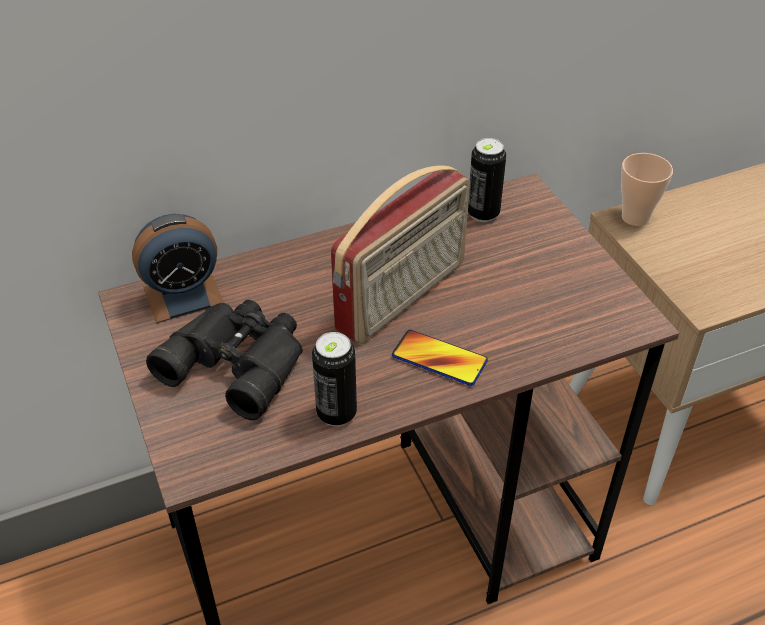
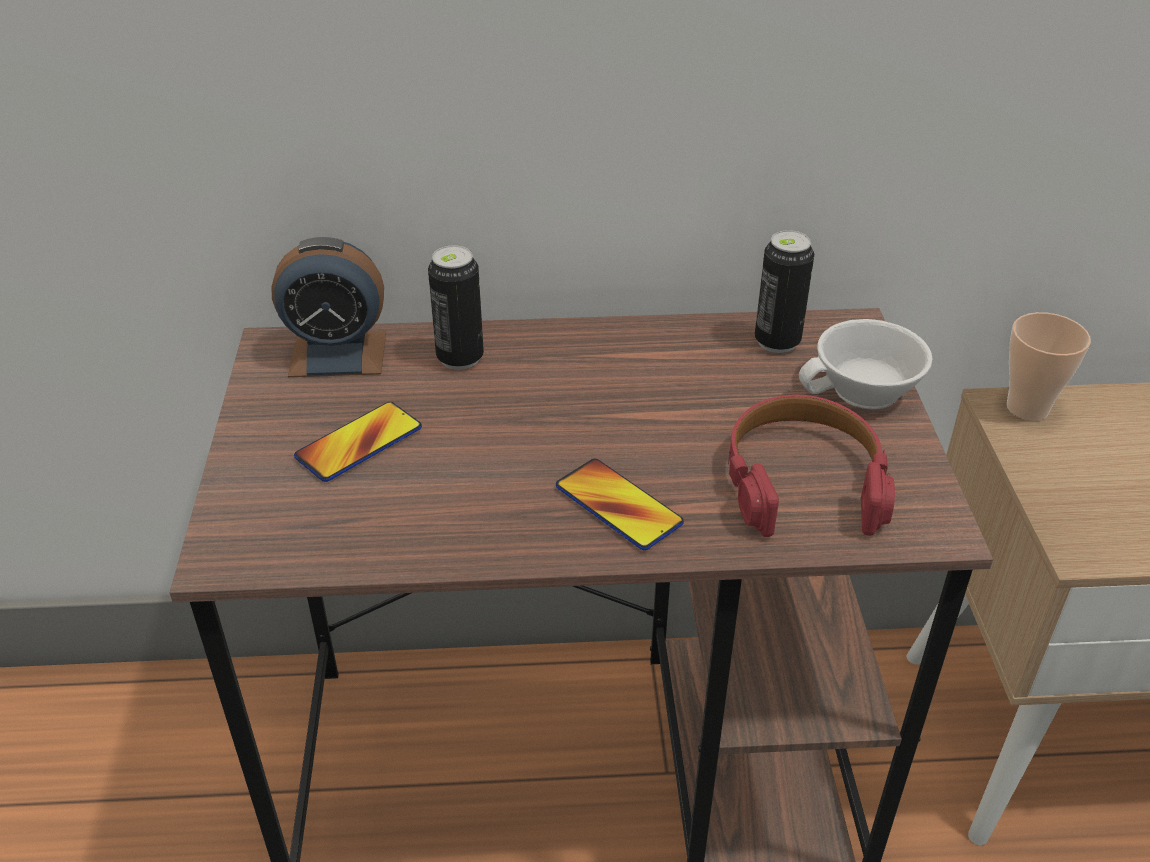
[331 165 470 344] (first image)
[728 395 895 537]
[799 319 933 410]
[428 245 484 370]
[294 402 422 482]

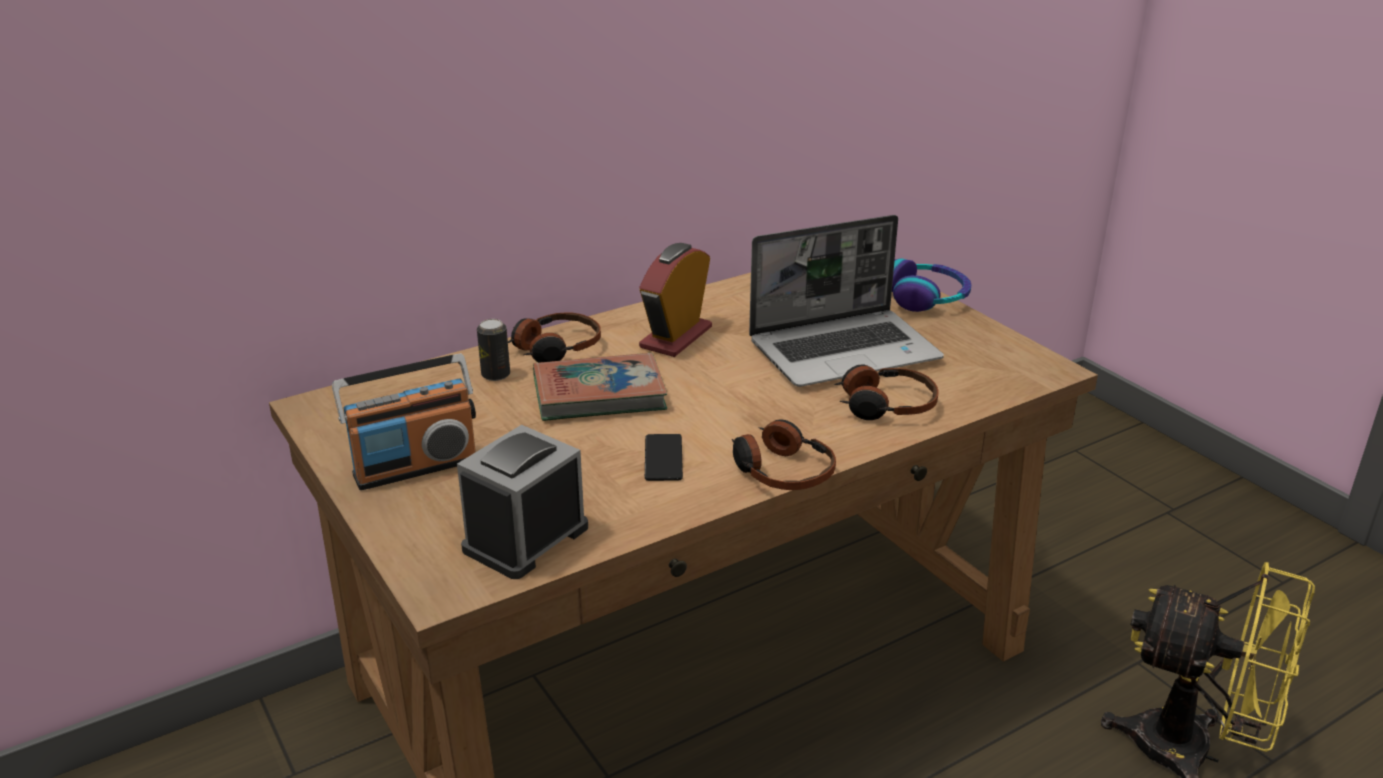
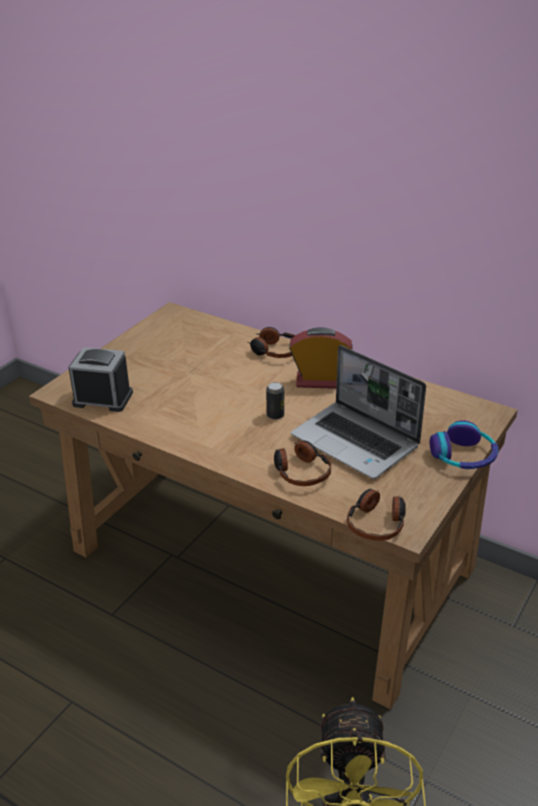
[332 353 476 490] (first image)
[533 353 667 421] (first image)
[645 434 683 481] (first image)
[266 382 284 420]
[347 489 406 541]

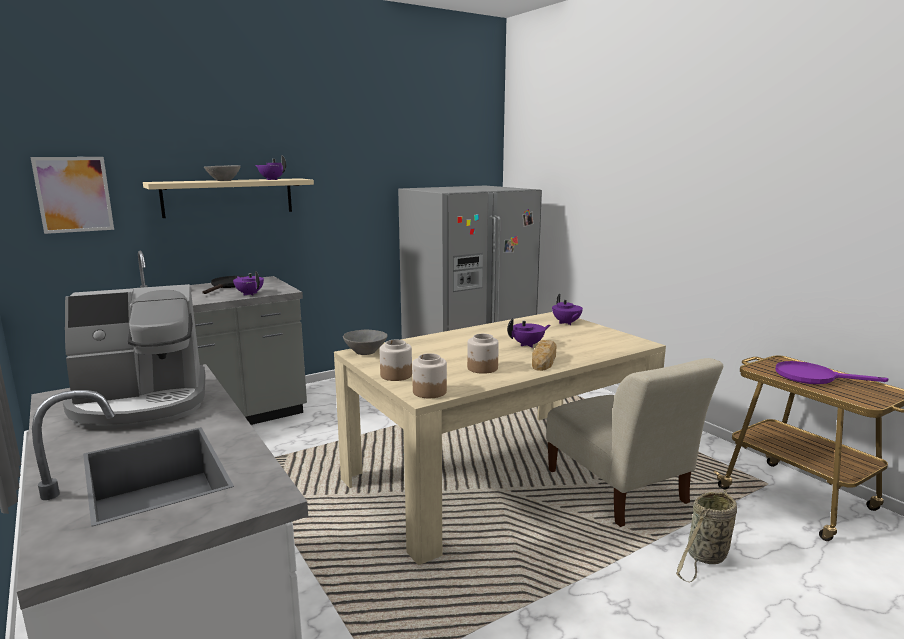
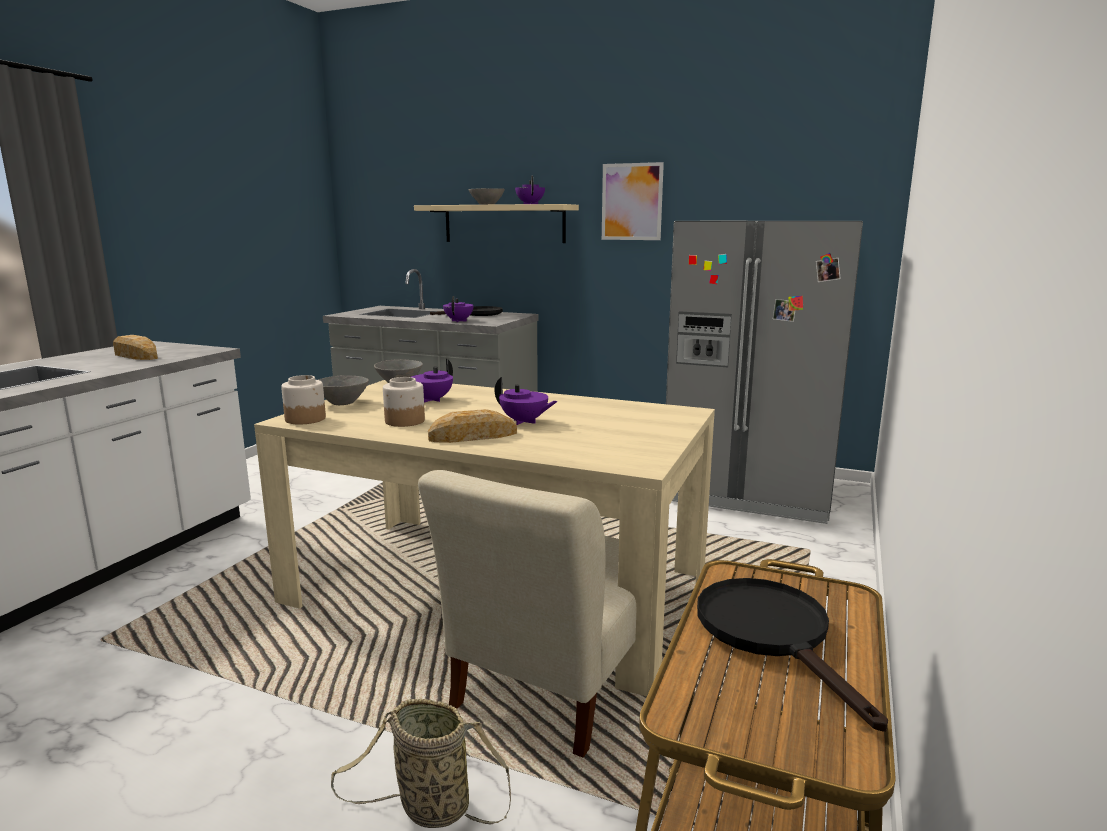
[602 162 664 240]
[411 359 453 403]
[113 335 158 360]
[318 375 369 405]
[697 578 888 732]

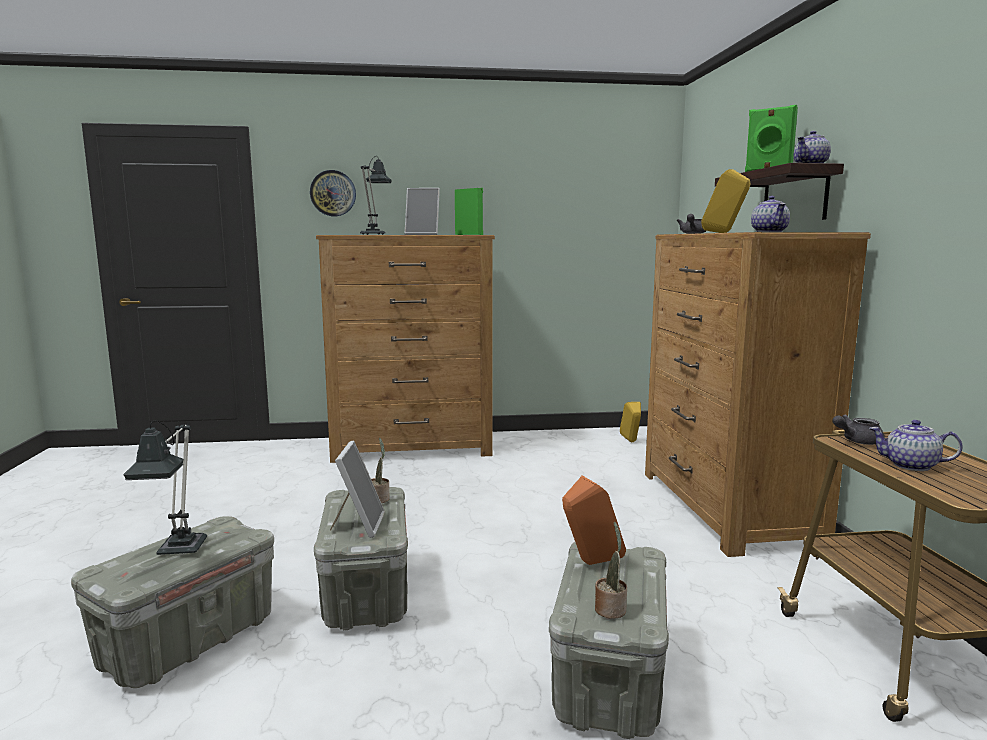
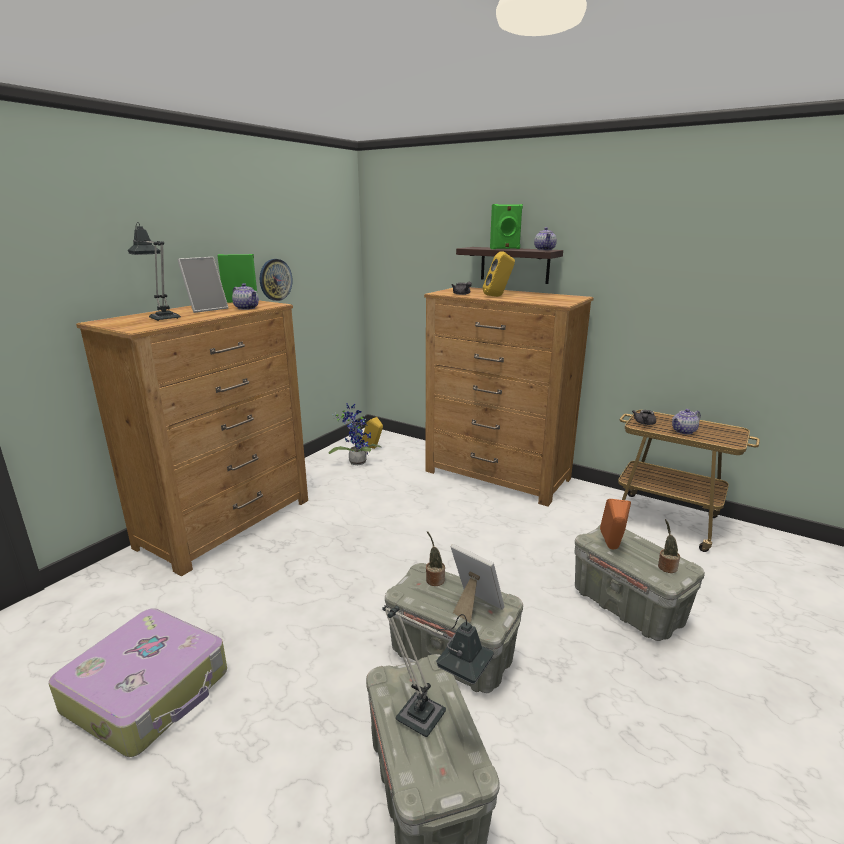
[49 608 227 757]
[329 404 381 465]
[260 259 293 301]
[232 283 259 310]

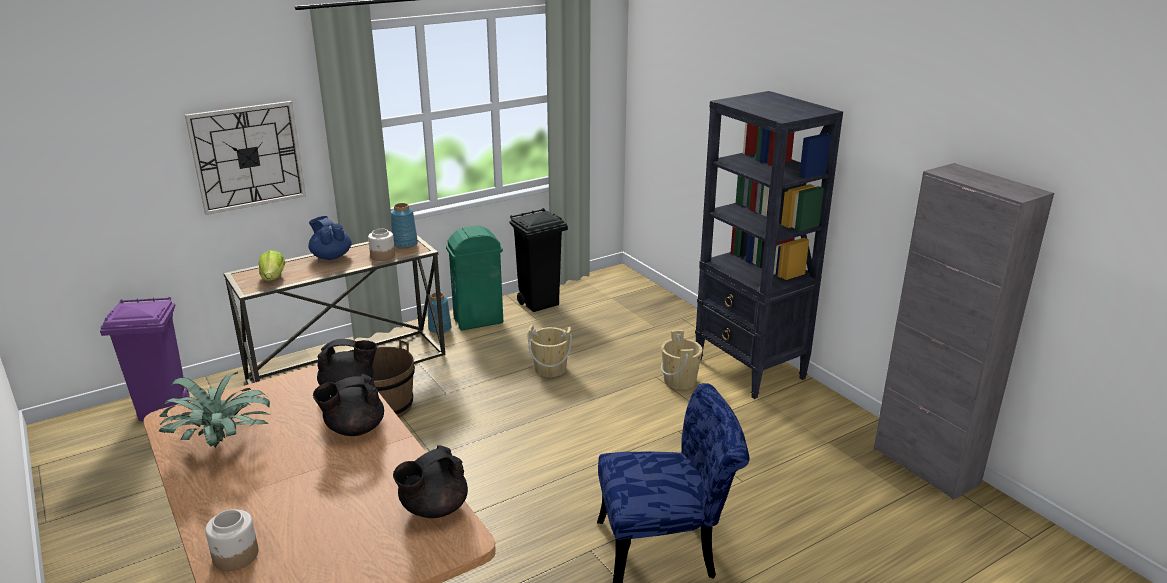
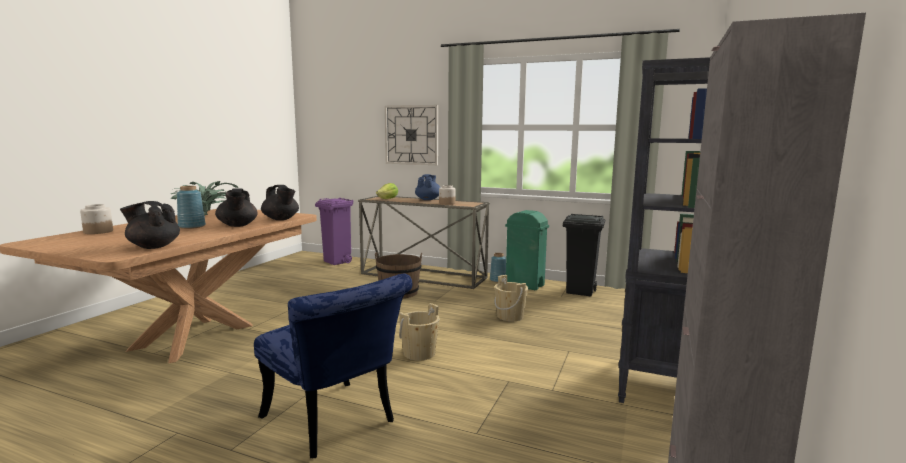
[177 186 206 229]
[399 303 440 361]
[215 188 257 227]

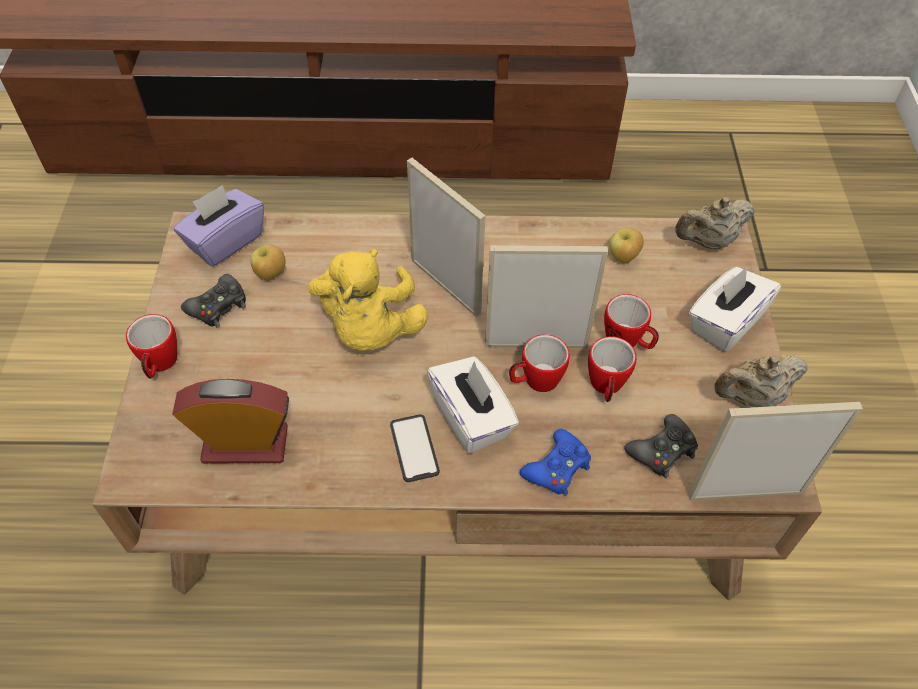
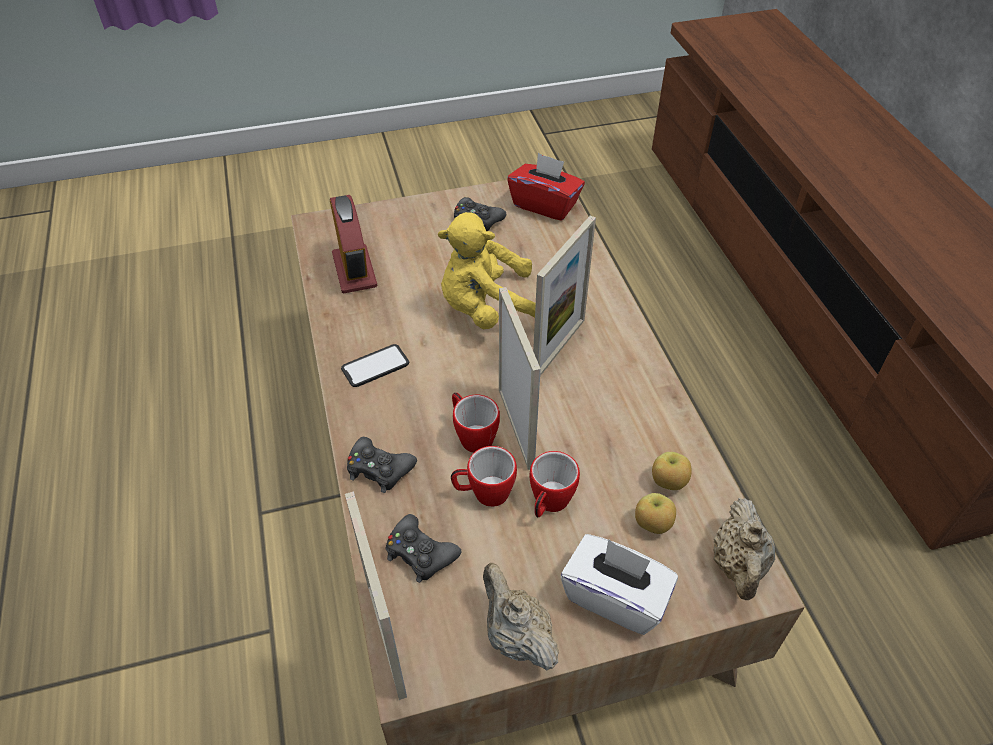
[126 314 177 379] (first image)
[427 356 519 454] (first image)
[635 493 676 534]
[507 153 585 221]
[347 437 417 493]
[713 498 775 600]

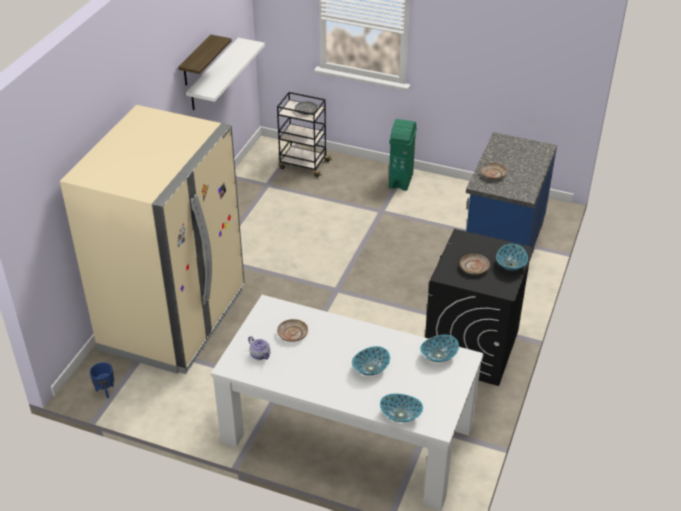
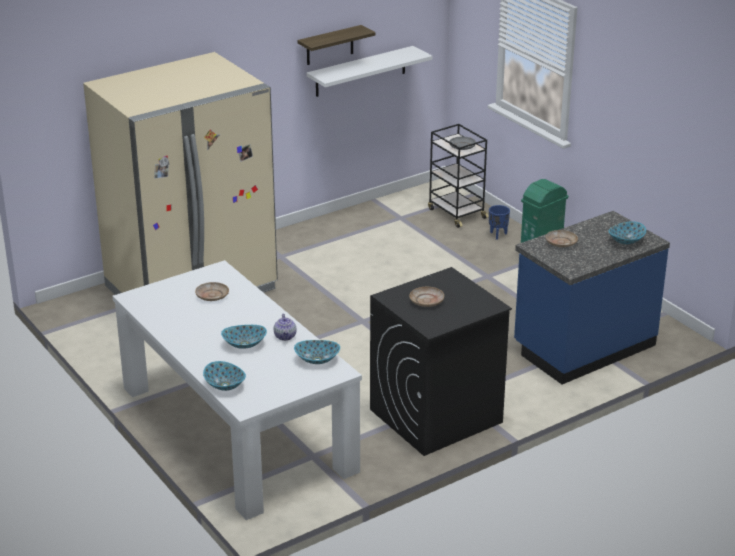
[489 205 510 240]
[274 314 296 341]
[609 221 646 245]

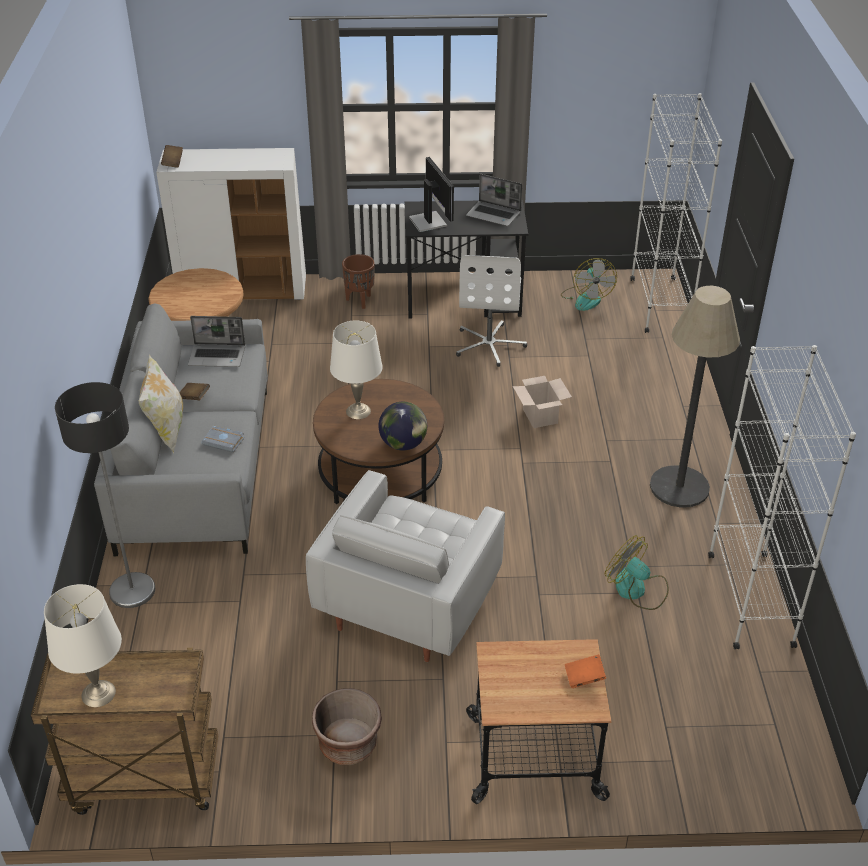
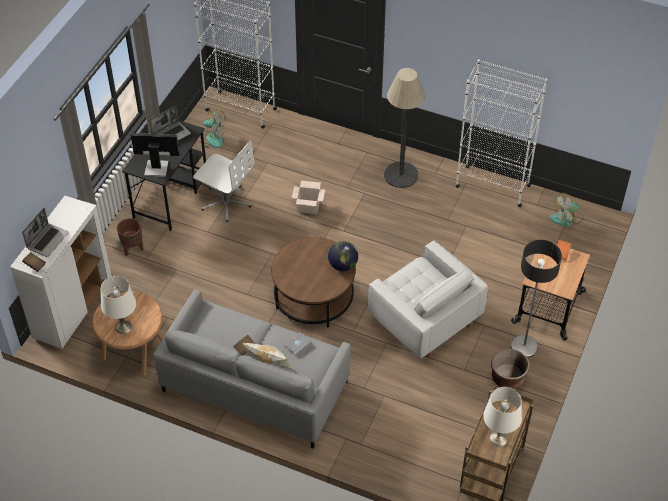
[511 240 562 358]
[22 208 69 257]
[101 276 136 334]
[550 193 583 226]

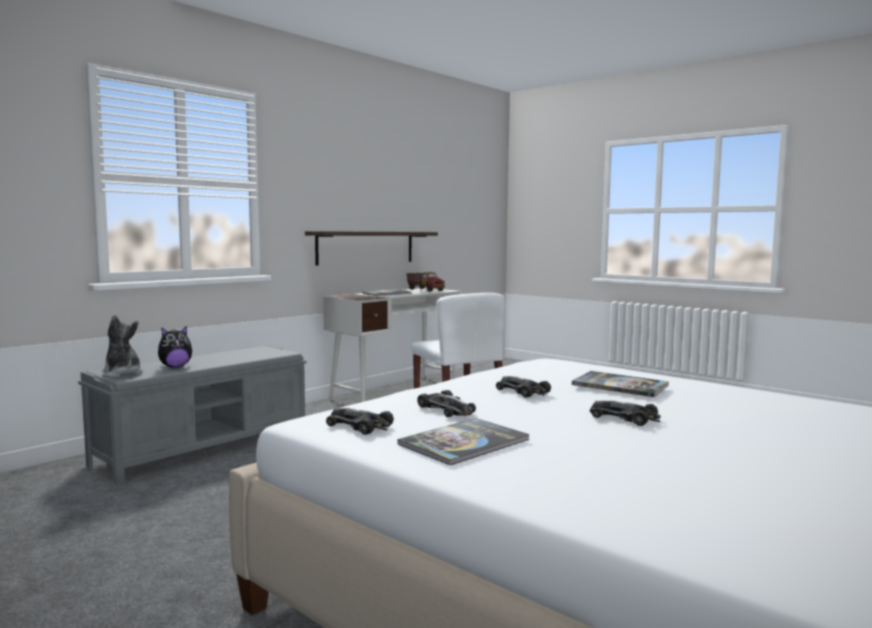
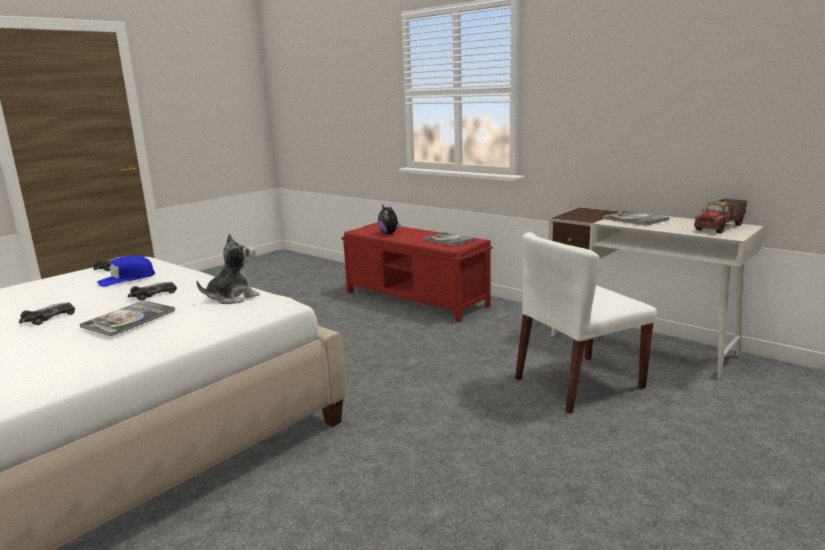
[305 231 438 266] (first image)
[197 234 260 304]
[424 233 475 246]
[97 256 155 287]
[341 223 492 322]

